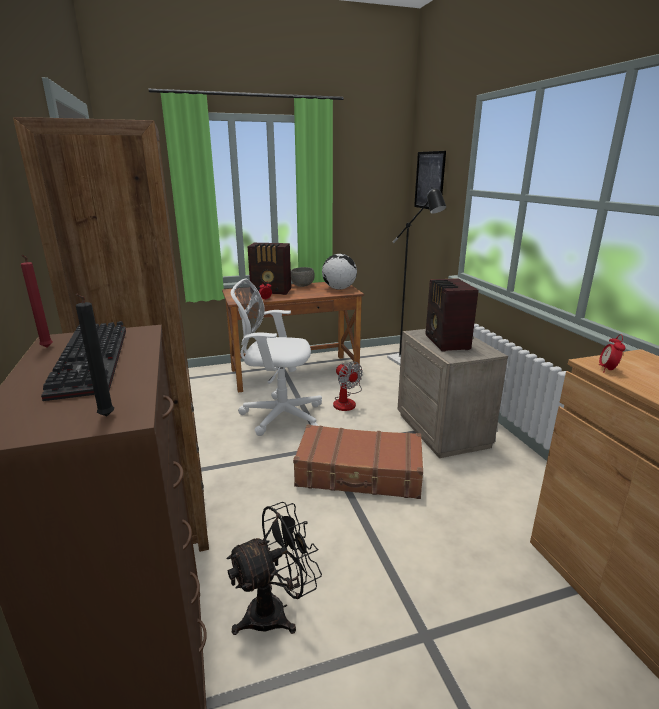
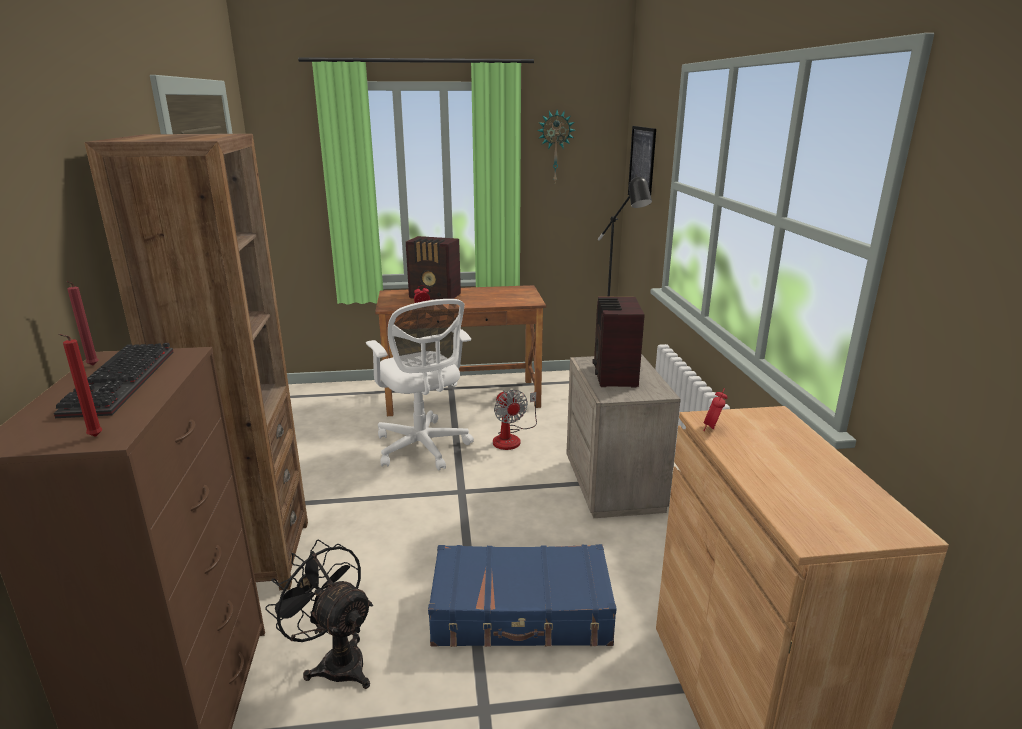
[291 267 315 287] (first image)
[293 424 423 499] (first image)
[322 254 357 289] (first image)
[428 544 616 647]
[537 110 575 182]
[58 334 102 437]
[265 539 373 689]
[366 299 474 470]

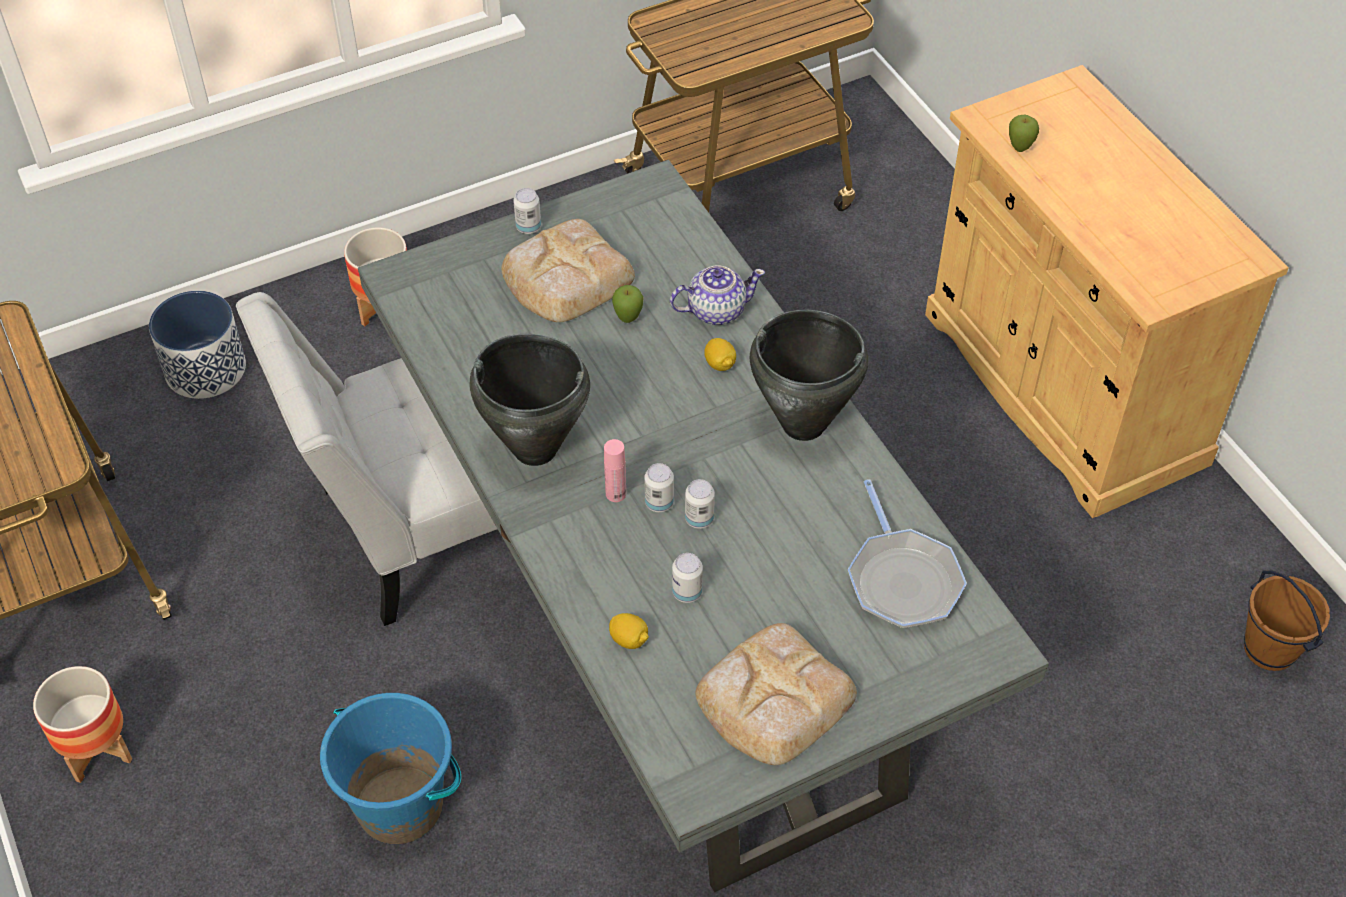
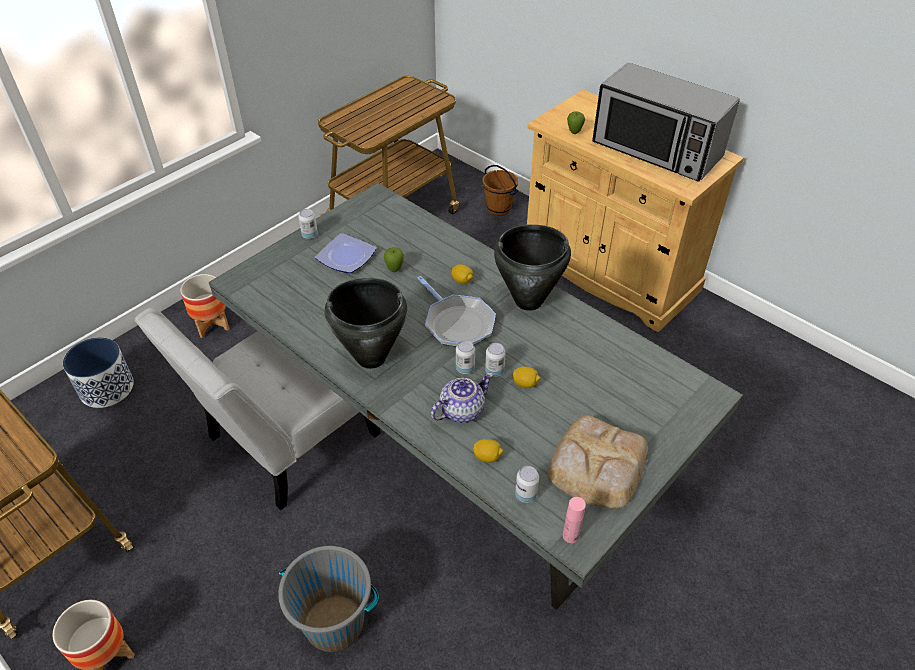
[512 367 541 388]
[592 63 740 182]
[563 497 586 543]
[431 372 493 423]
[515 466 539 503]
[418 276 496 347]
[482 165 518 216]
[315 233 377 273]
[278 546 379 652]

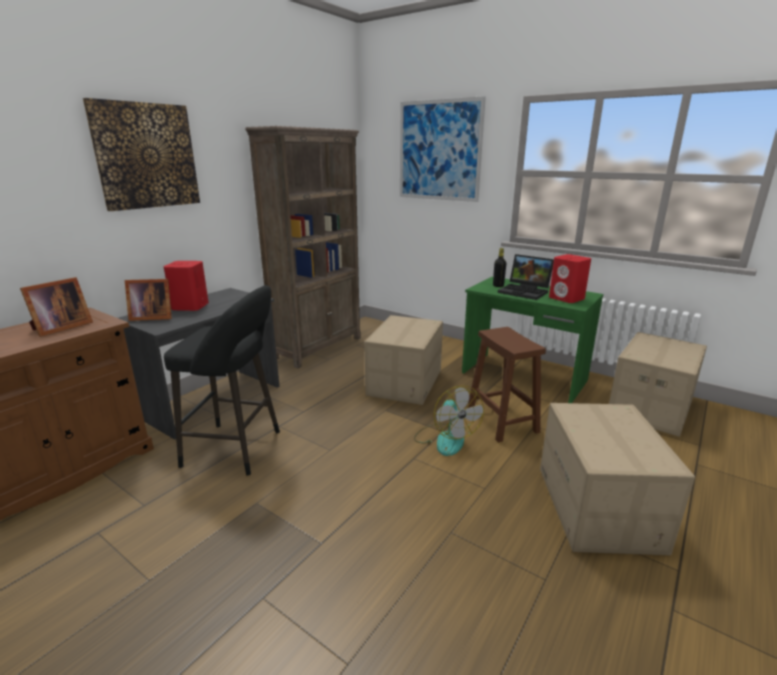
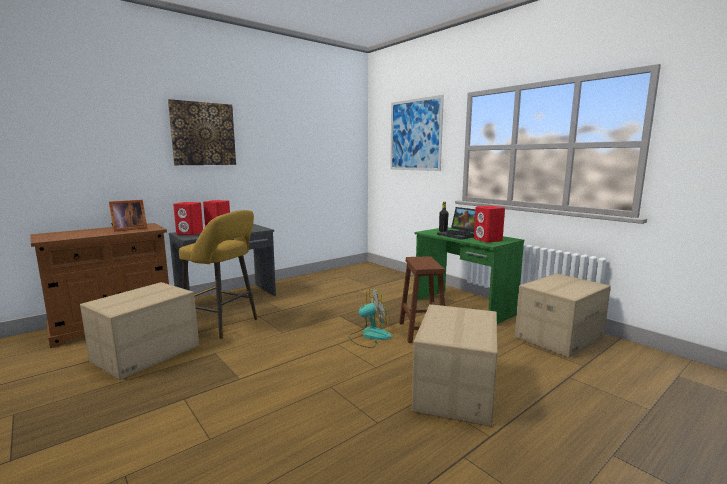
[245 126 361 368] (first image)
[80 282 199 380]
[173 202 203 235]
[179 210 257 339]
[349 288 392 348]

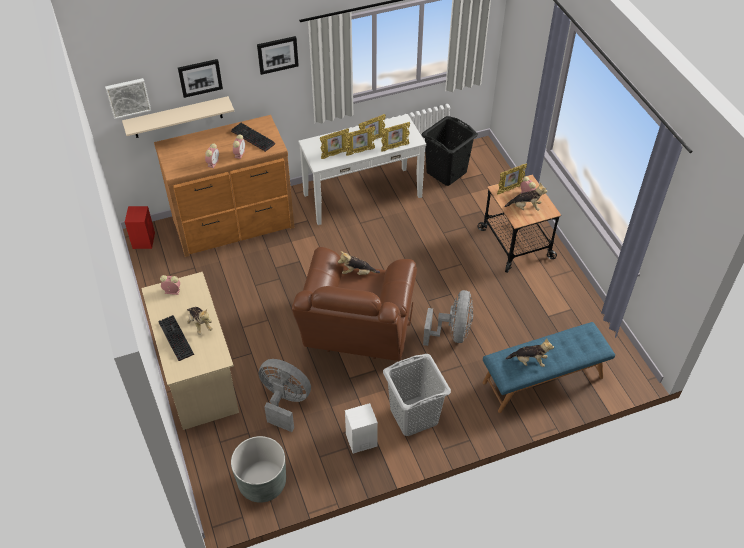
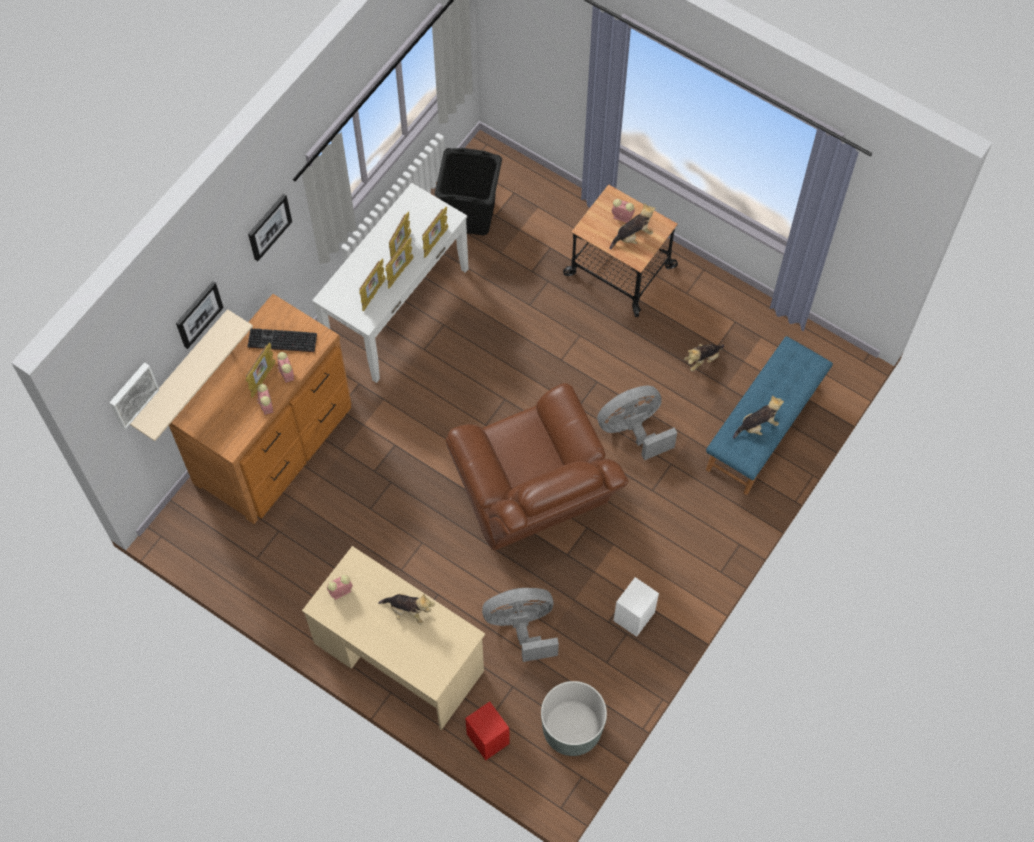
[159 315 194 361] (first image)
[383 354 451 436] (first image)
[465 701 510 760]
[684 344 724 371]
[246 342 276 398]
[597 386 677 460]

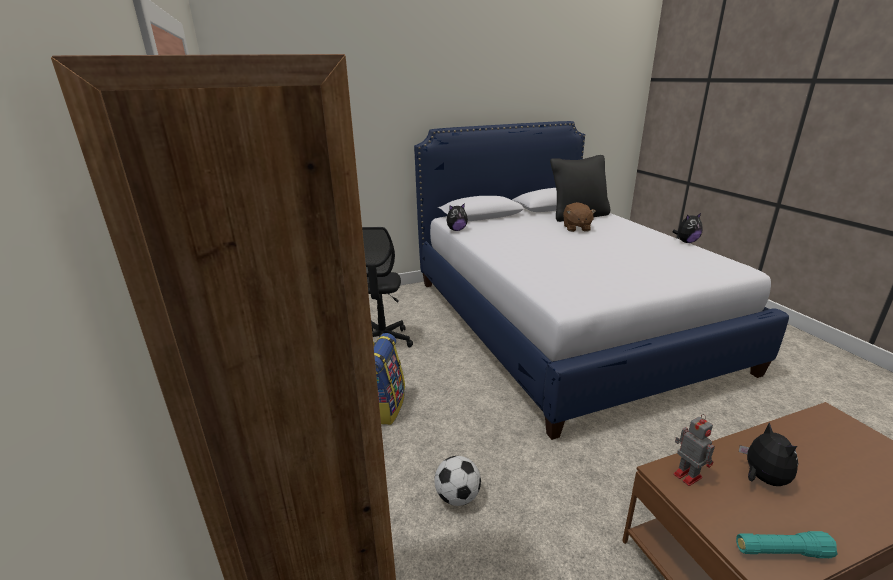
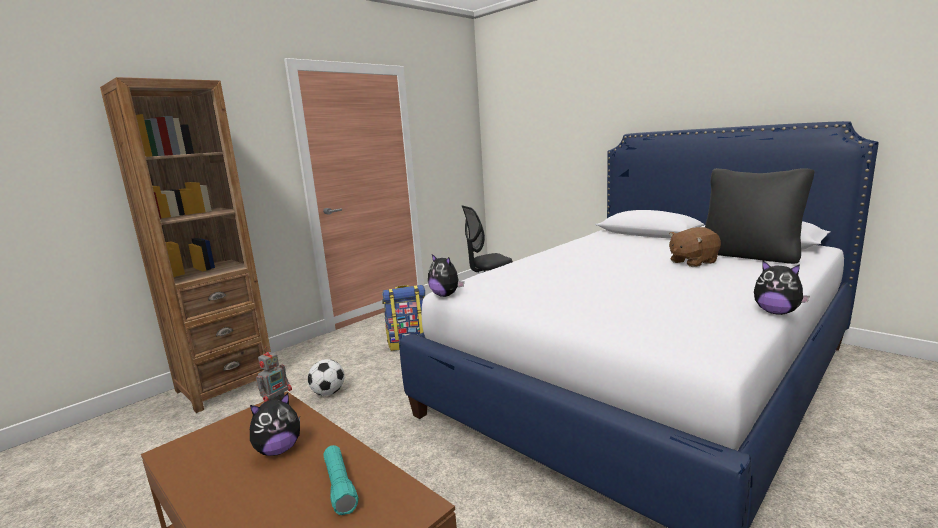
[428 254 464 297]
[323 445 358 515]

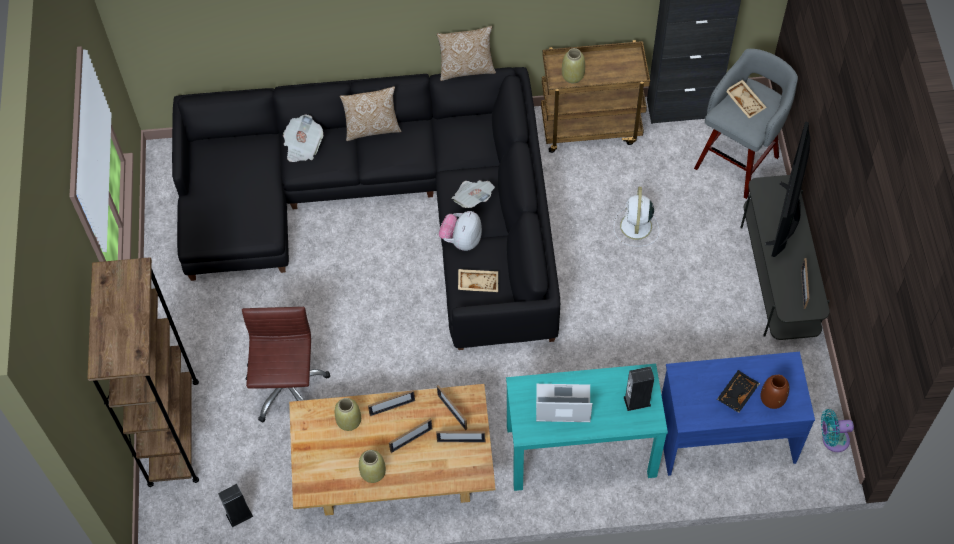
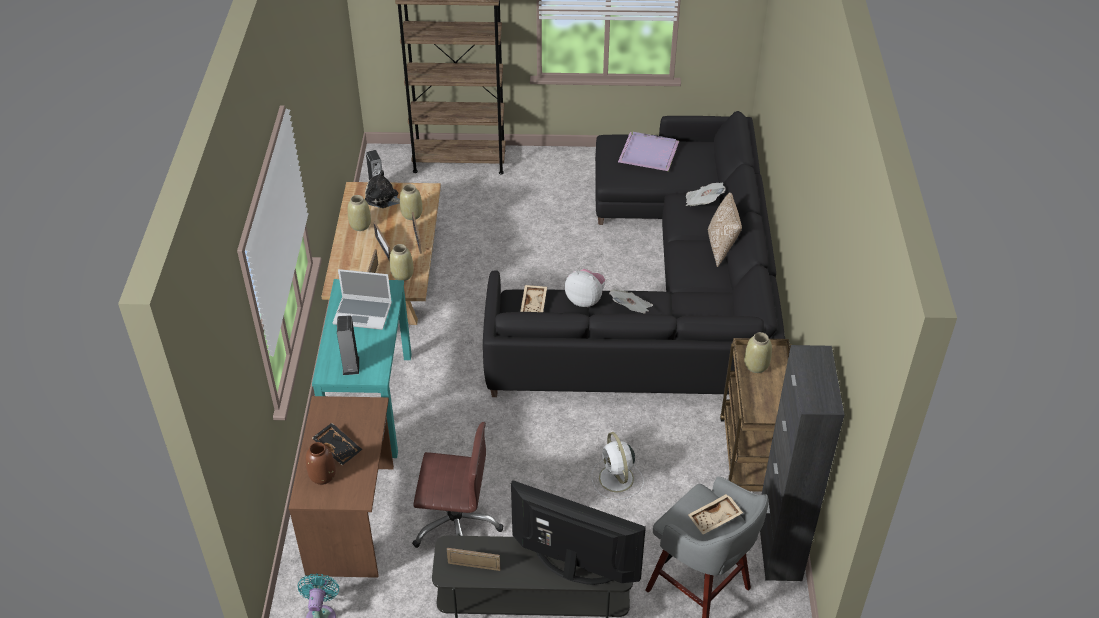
[437 26 496 81] (first image)
[365 170 400 208]
[618 132 679 171]
[412 422 503 548]
[390 244 414 281]
[289 396 394 578]
[333 269 392 330]
[592 432 644 500]

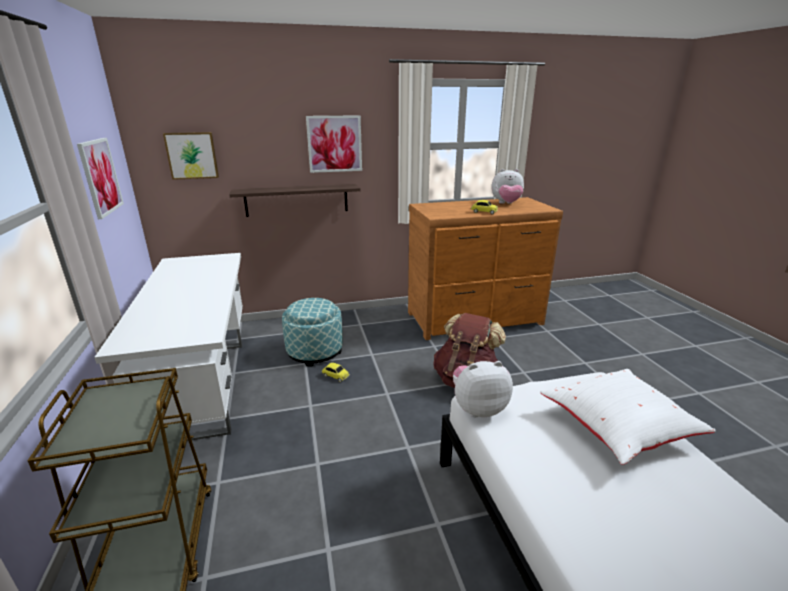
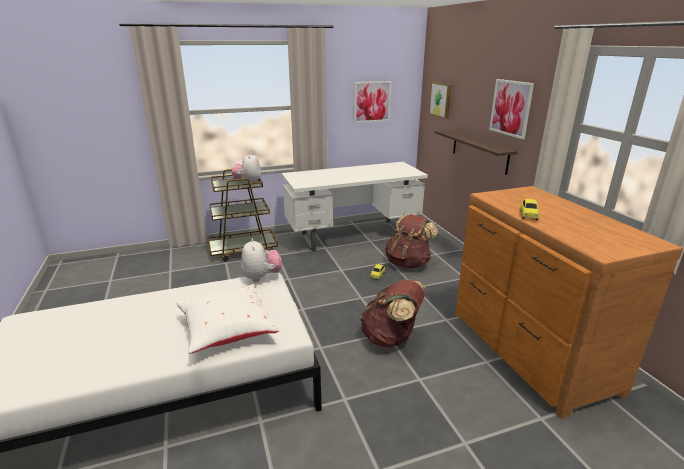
[232 153 261 183]
[385 214 438 268]

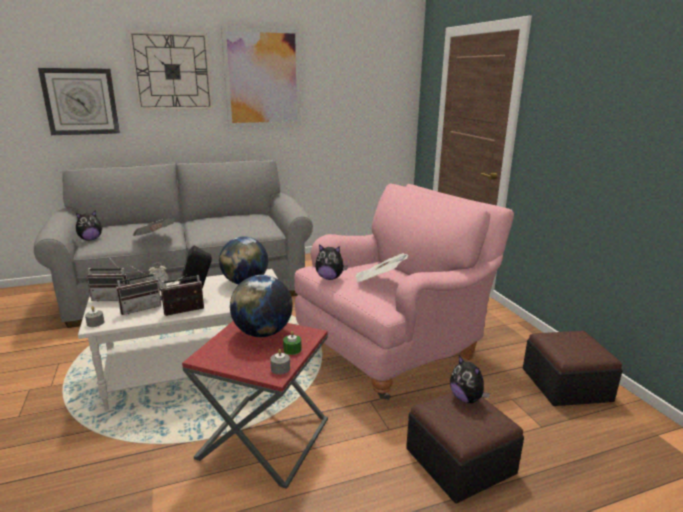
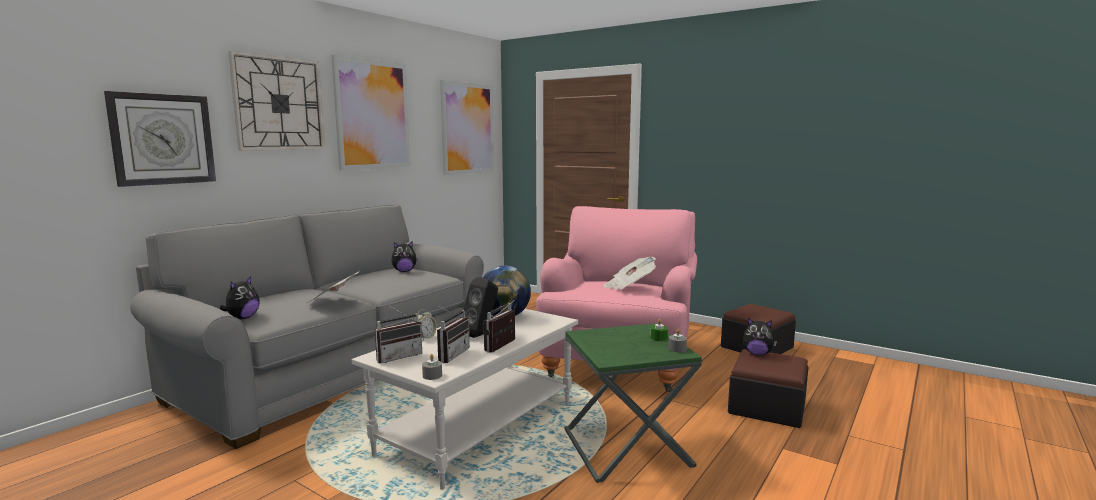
[230 275 293 337] (first image)
[440 80 494 175]
[392 241 418 272]
[564 323 702 483]

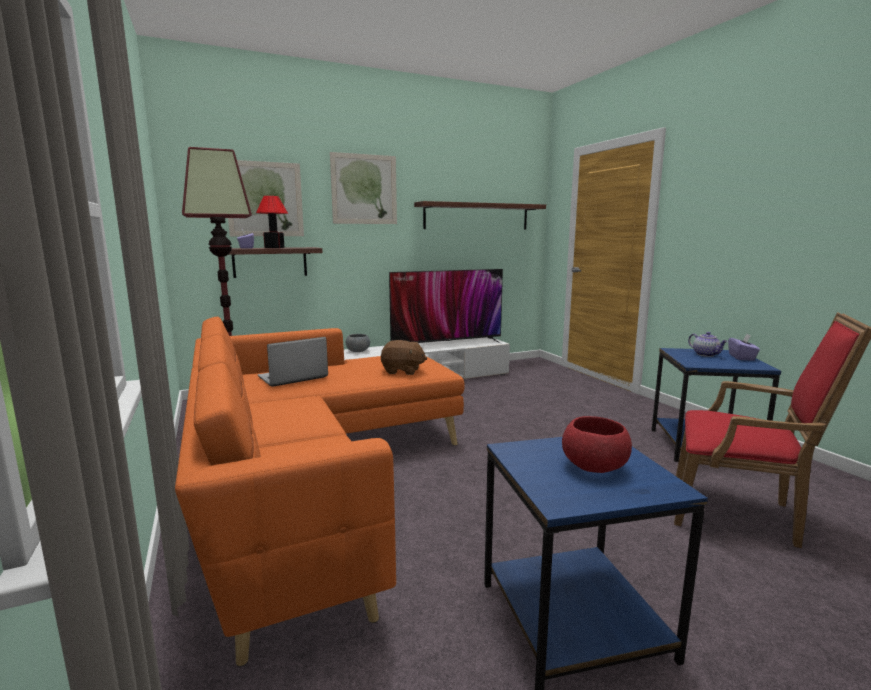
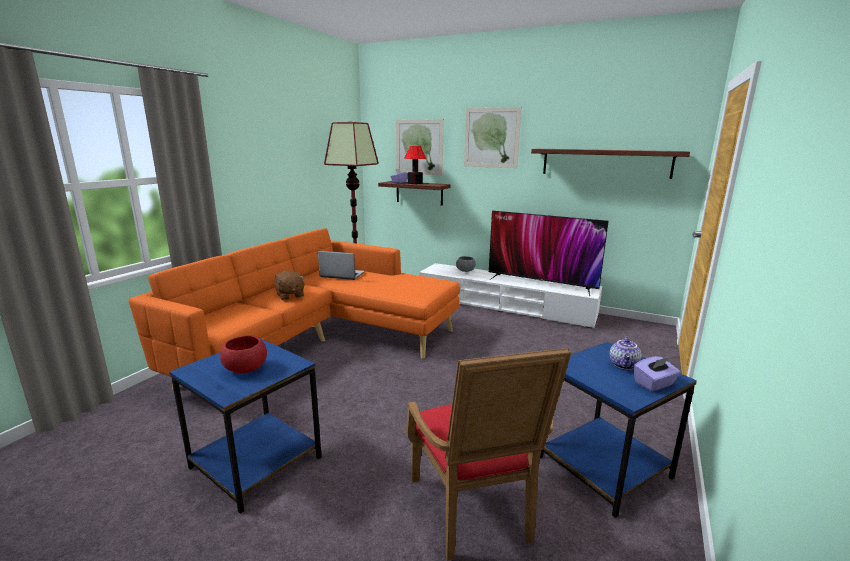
[274 270 305 300]

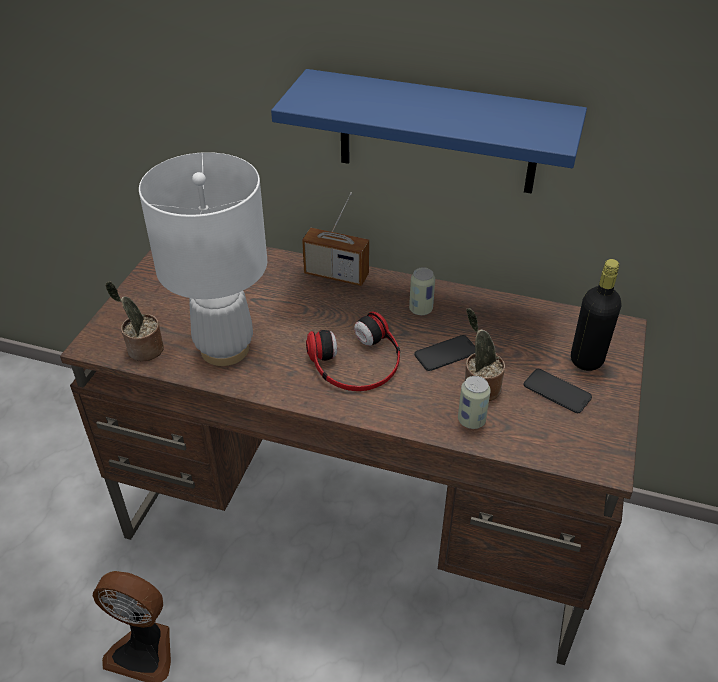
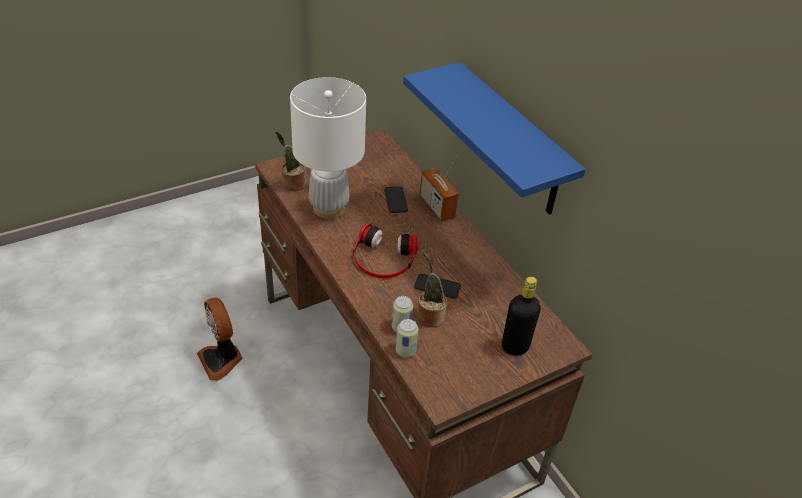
[396 319 419 357]
[384 187 408 213]

